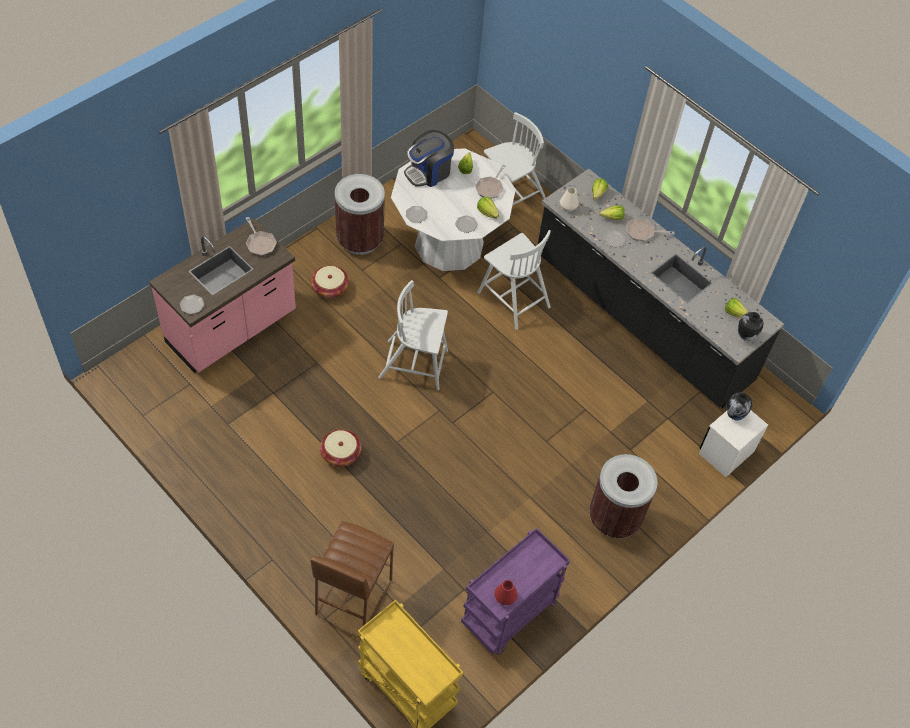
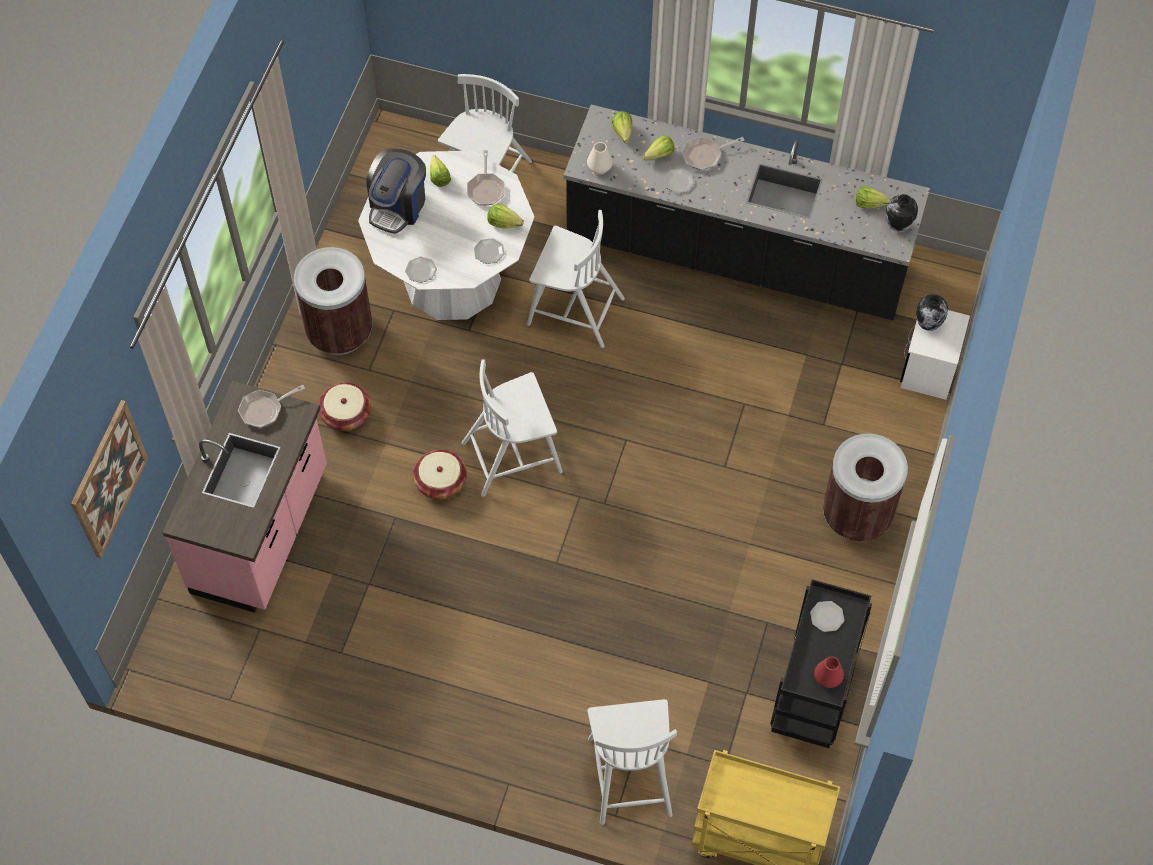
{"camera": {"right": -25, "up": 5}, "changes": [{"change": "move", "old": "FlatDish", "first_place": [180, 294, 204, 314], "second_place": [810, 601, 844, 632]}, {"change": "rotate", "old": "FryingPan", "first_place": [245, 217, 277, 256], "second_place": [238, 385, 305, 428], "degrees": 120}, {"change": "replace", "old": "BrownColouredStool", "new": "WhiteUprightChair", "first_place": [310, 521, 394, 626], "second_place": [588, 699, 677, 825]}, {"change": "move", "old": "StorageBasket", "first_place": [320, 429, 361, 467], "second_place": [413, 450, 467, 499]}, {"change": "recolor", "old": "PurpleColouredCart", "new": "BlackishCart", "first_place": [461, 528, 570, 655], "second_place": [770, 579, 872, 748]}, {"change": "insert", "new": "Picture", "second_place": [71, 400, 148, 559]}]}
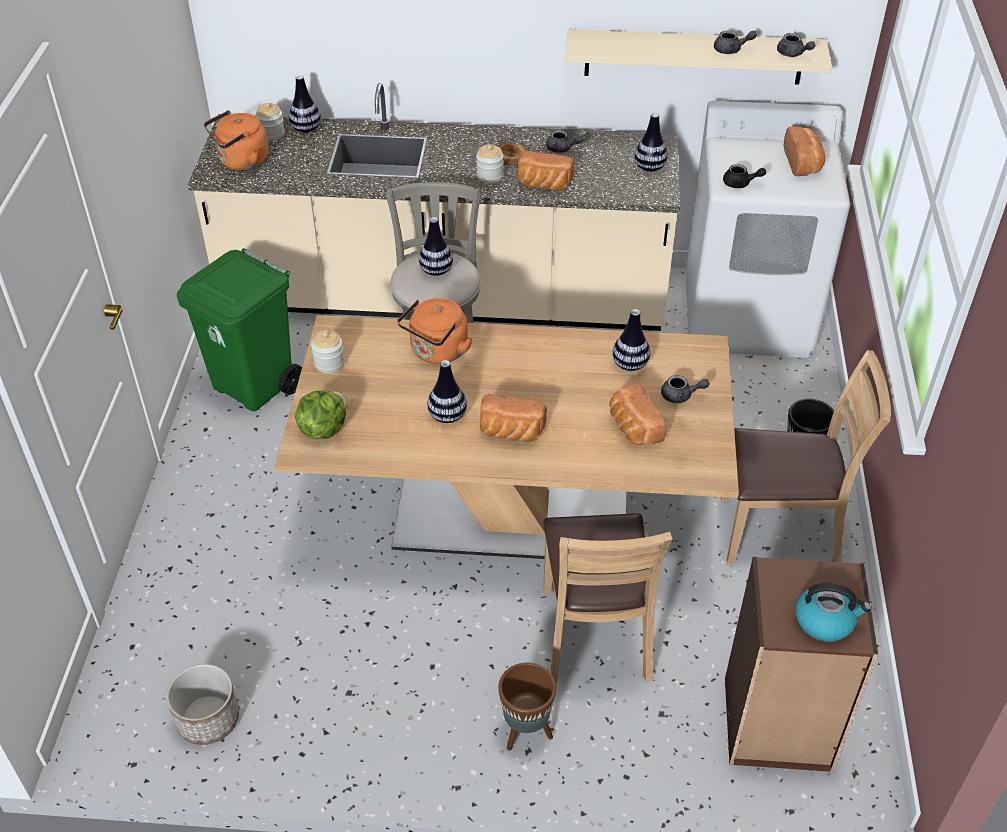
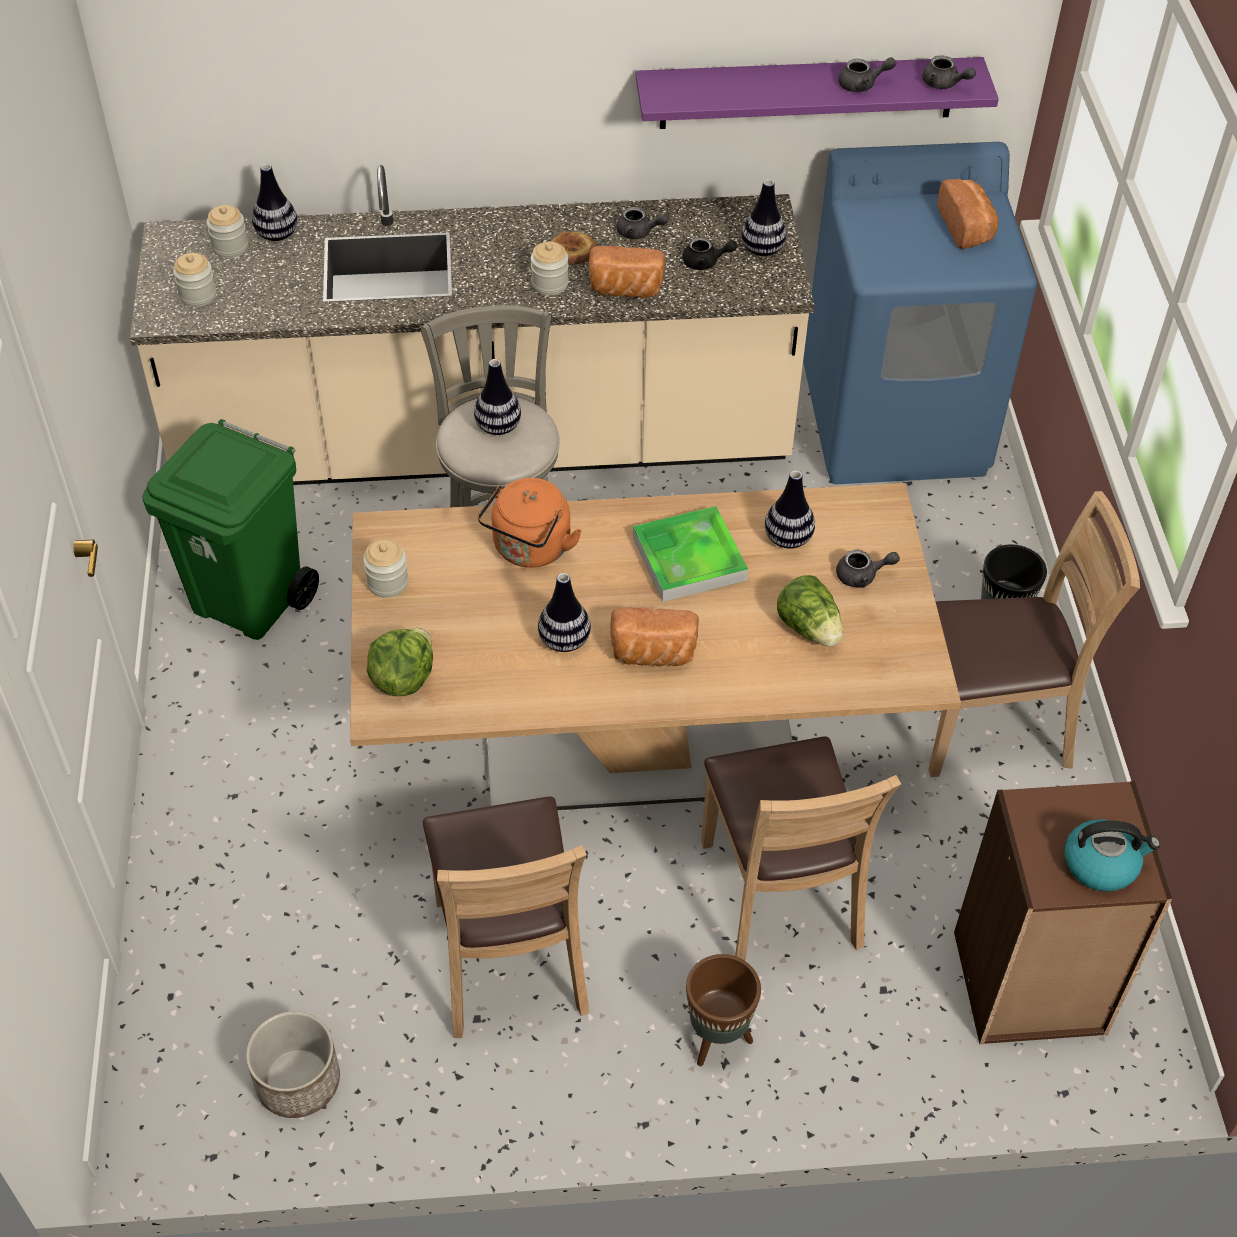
{"camera": {"right": -10, "up": 5}, "changes": [{"change": "replace", "old": "OrangeColouredTeaKettle", "new": "Jar", "first_place": [204, 110, 269, 171], "second_place": [173, 253, 216, 307]}, {"change": "recolor", "old": "BeigeShelf", "new": "PurpleColouredShelf", "first_place": [565, 29, 832, 84], "second_place": [636, 57, 999, 129]}, {"change": "replace", "old": "BakedBread", "new": "Lettuce", "first_place": [609, 382, 666, 445], "second_place": [777, 575, 843, 646]}, {"change": "recolor", "old": "WhiteLaundryAppliance", "new": "BluishLaundryAppliance", "first_place": [686, 101, 851, 358], "second_place": [803, 142, 1037, 484]}, {"change": "move", "old": "BlackishPotForTea", "first_place": [723, 164, 766, 188], "second_place": [682, 237, 737, 270]}, {"change": "insert", "new": "BrownColouredUprightChair", "second_place": [423, 797, 589, 1038]}, {"change": "insert", "new": "Tray", "second_place": [633, 506, 748, 602]}]}
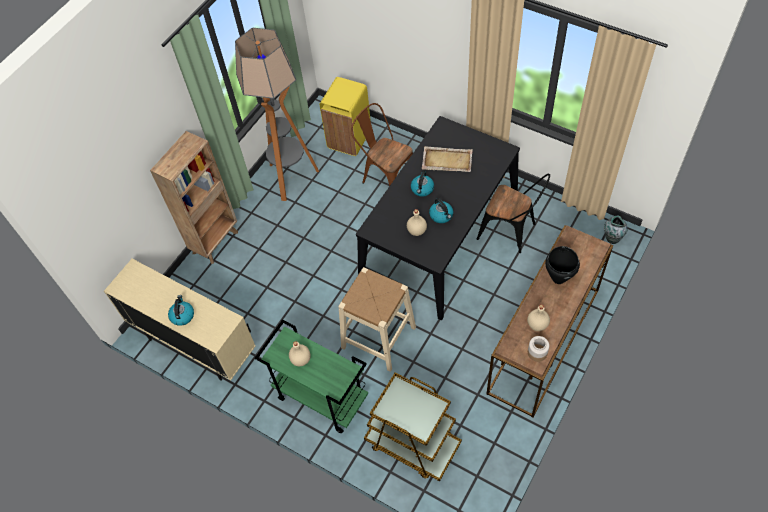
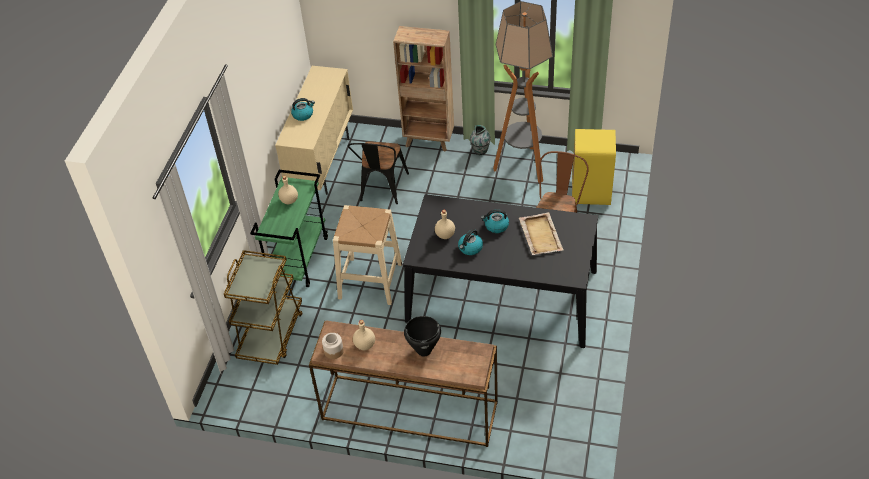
{"camera": {"right": 70, "up": -10}, "changes": [{"change": "move", "old": "BlackishUprightChair", "first_place": [477, 174, 550, 253], "second_place": [348, 141, 409, 204]}, {"change": "move", "old": "Vase", "first_place": [604, 216, 627, 244], "second_place": [470, 125, 491, 155]}]}
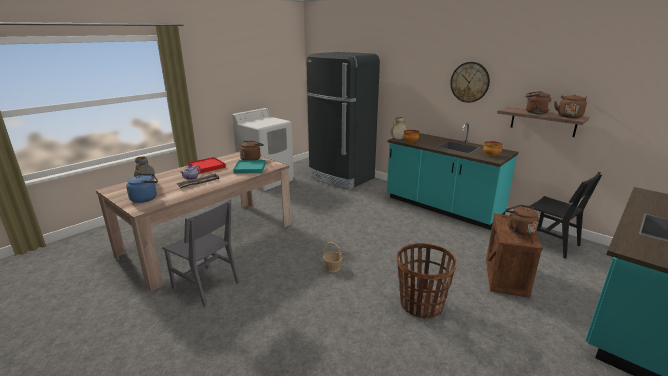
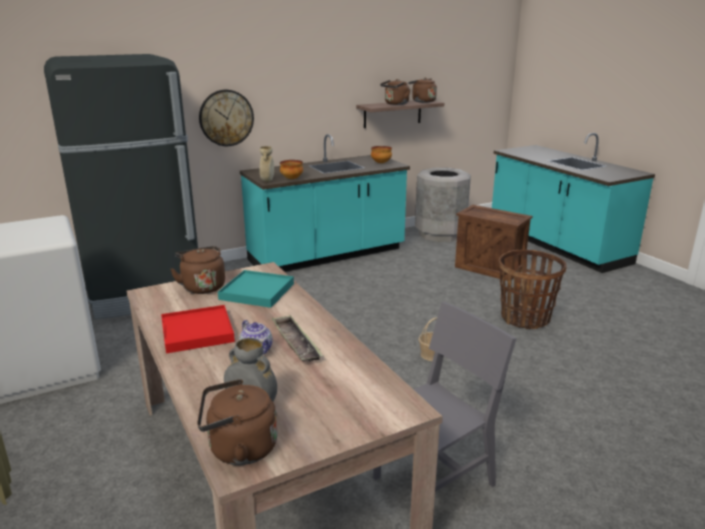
{"camera": {"right": -70, "up": 0}, "changes": [{"change": "delete", "old": "BluishTeaKettle", "first_place": [126, 174, 158, 203]}, {"change": "move", "old": "HangingClock", "first_place": [450, 62, 490, 103], "second_place": [199, 90, 254, 146]}, {"change": "move", "old": "BrownColouredTeaKettle", "first_place": [505, 205, 539, 236], "second_place": [197, 379, 278, 465]}, {"change": "replace", "old": "BlackishUprightChair", "new": "GreyishTrashCan", "first_place": [530, 172, 602, 259], "second_place": [415, 168, 471, 242]}]}
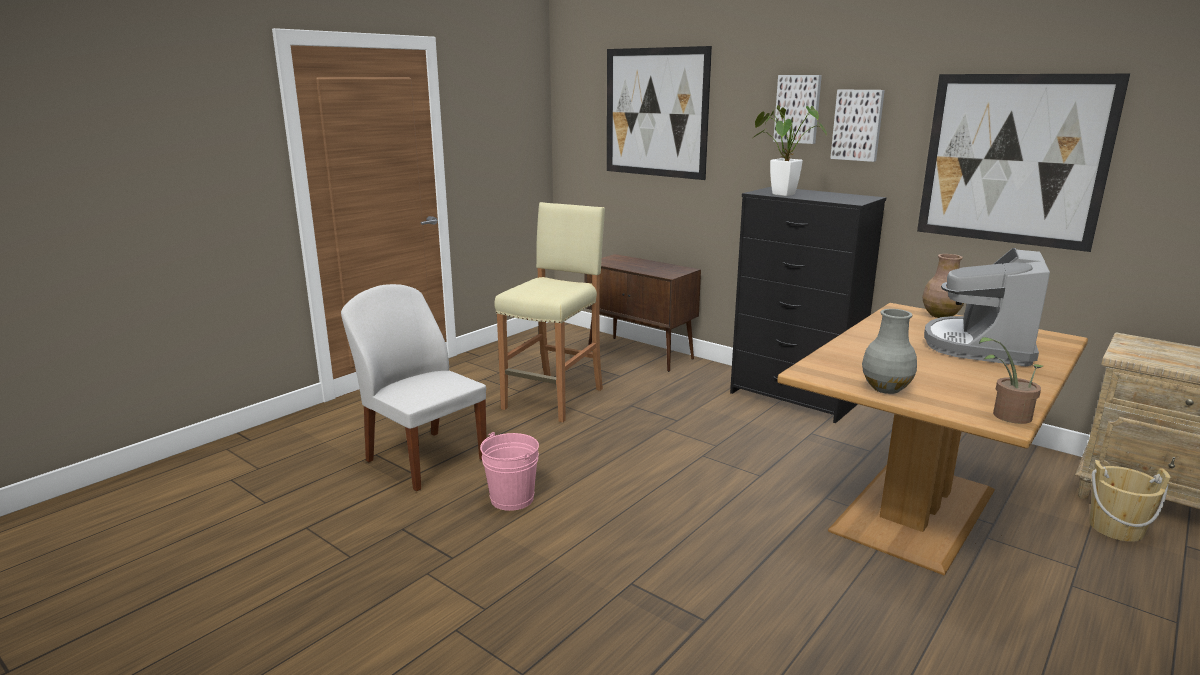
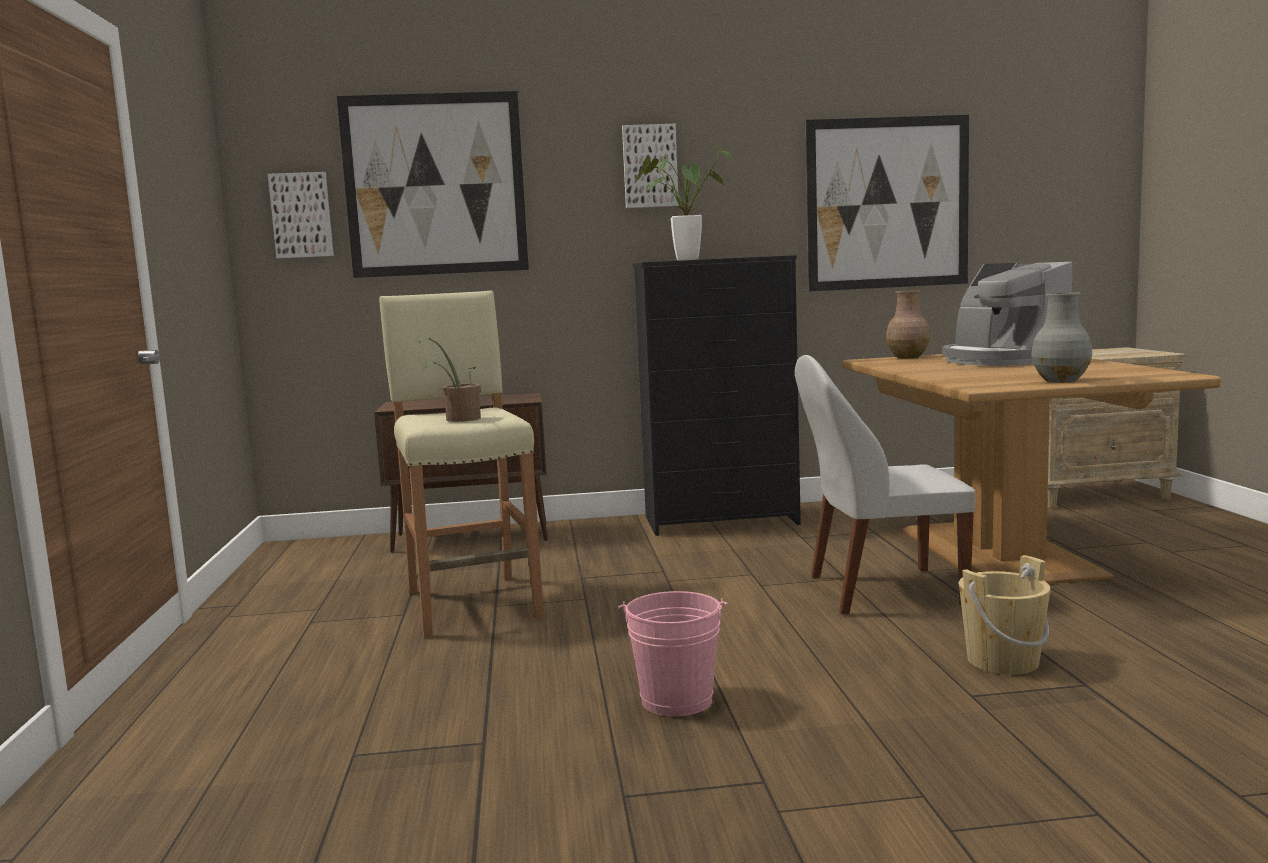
{"camera": {"right": -45, "up": -10}, "changes": [{"change": "move", "old": "WhiteUprightChair", "first_place": [341, 284, 487, 491], "second_place": [795, 355, 975, 615]}, {"change": "move", "old": "Picture", "first_place": [830, 90, 885, 162], "second_place": [268, 172, 334, 258]}, {"change": "move", "old": "Houseplant", "first_place": [979, 337, 1043, 424], "second_place": [419, 338, 481, 422]}, {"change": "move", "old": "BeigePail", "first_place": [1089, 460, 1171, 542], "second_place": [959, 555, 1051, 675]}]}
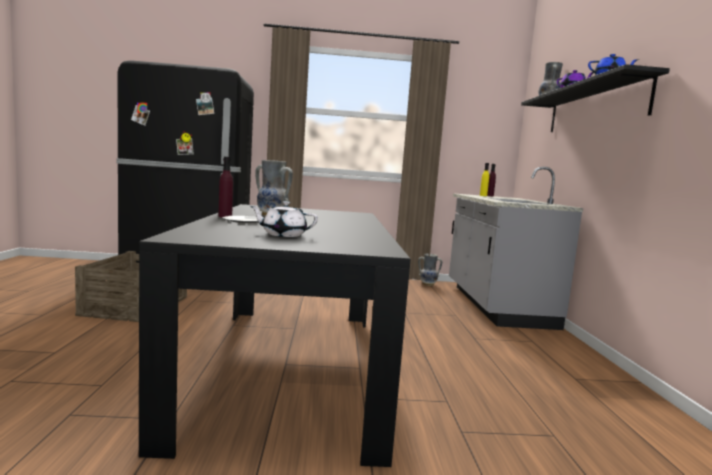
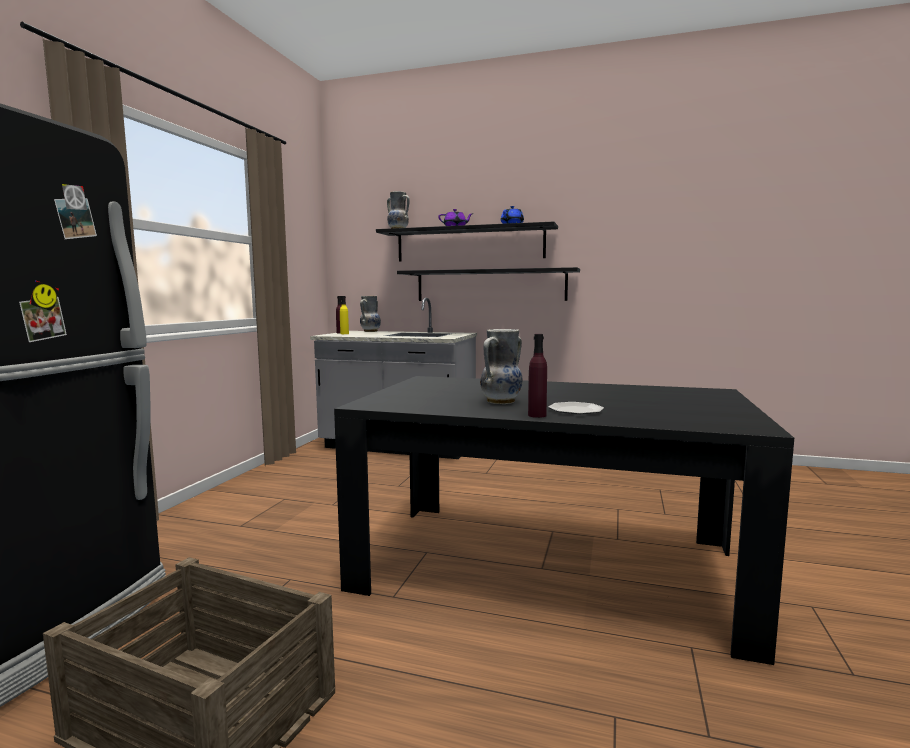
{"camera": {"right": -70, "up": 0}, "changes": [{"change": "delete", "old": "WhitePotForTea", "first_place": [250, 201, 318, 237]}, {"change": "move", "old": "Vase", "first_place": [418, 253, 442, 286], "second_place": [360, 296, 381, 332]}, {"change": "insert", "new": "BlackishShelf", "second_place": [397, 267, 580, 301]}]}
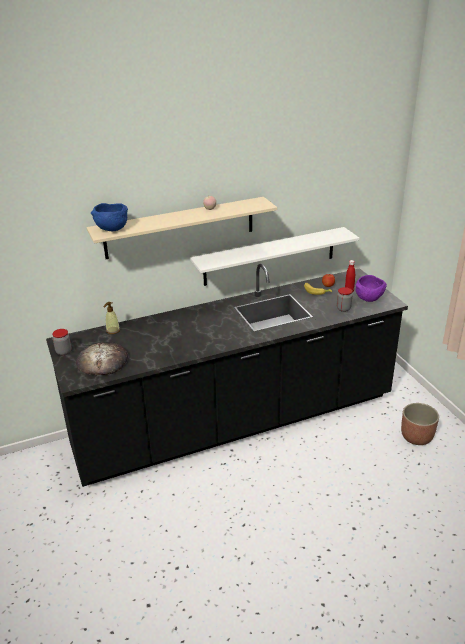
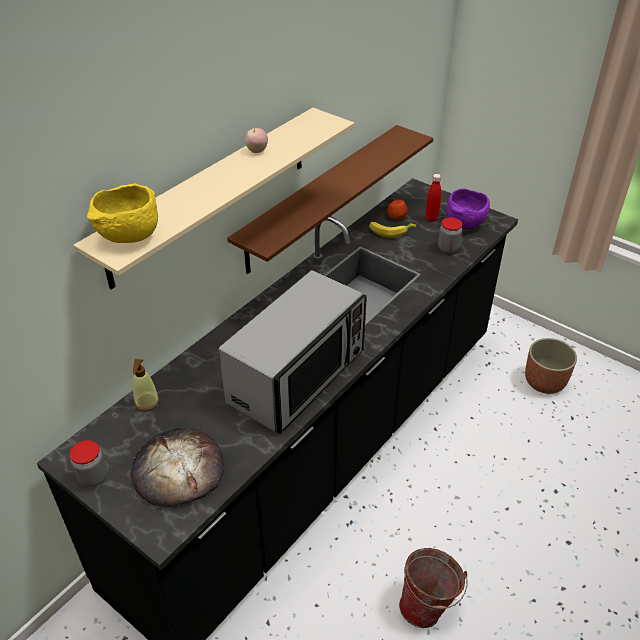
{"camera": {"right": -30, "up": 10}, "changes": [{"change": "recolor", "old": "BluishDeepDish", "new": "YellowColouredDeepDish", "first_place": [91, 203, 128, 231], "second_place": [87, 183, 158, 243]}, {"change": "recolor", "old": "WhiteShelf", "new": "BrownColouredShelf", "first_place": [190, 227, 360, 286], "second_place": [227, 125, 433, 274]}, {"change": "insert", "new": "Microwave", "second_place": [219, 270, 367, 434]}, {"change": "insert", "new": "Pail", "second_place": [399, 548, 467, 628]}]}
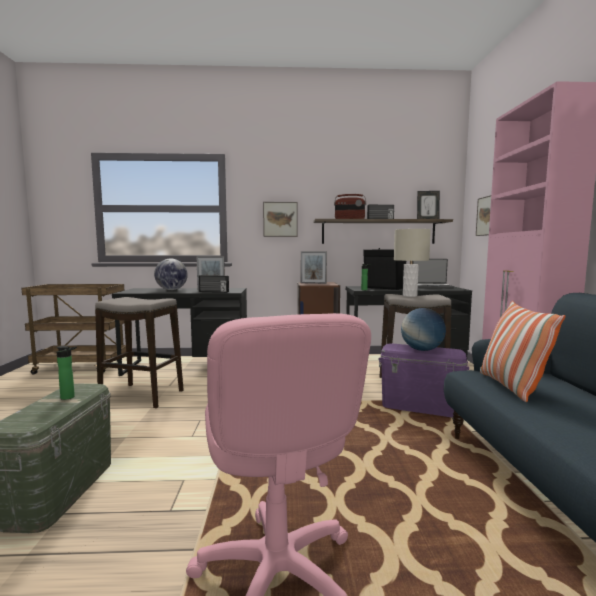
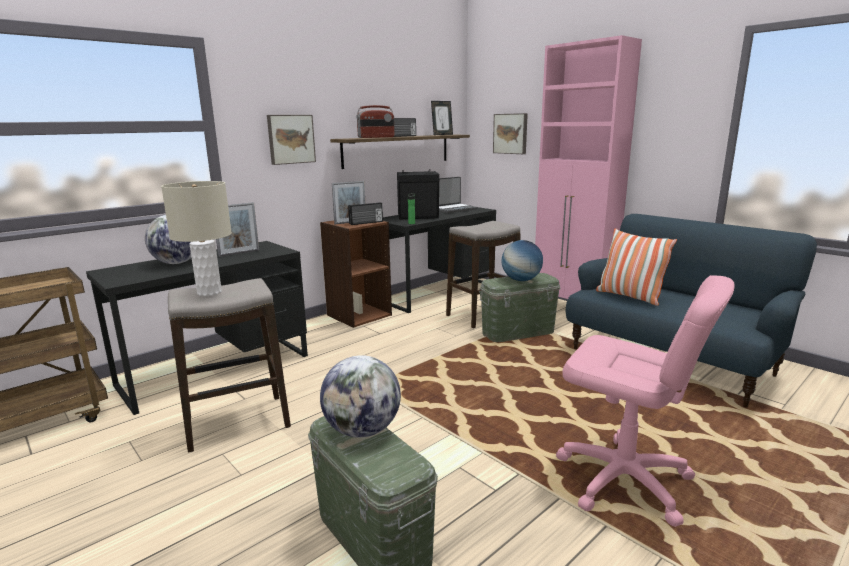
{"camera": {"right": -40, "up": 10}, "changes": [{"change": "replace", "old": "DrinkBottle", "new": "Globe", "first_place": [56, 346, 77, 400], "second_place": [320, 355, 401, 438]}, {"change": "move", "old": "Radio", "first_place": [199, 275, 229, 293], "second_place": [348, 202, 383, 225]}, {"change": "recolor", "old": "PurpleColouredStorageContainer", "new": "GreenColouredStorageContainer", "first_place": [378, 343, 469, 417], "second_place": [479, 273, 560, 342]}, {"change": "move", "old": "BeigeTableLamp", "first_place": [394, 229, 431, 297], "second_place": [161, 181, 232, 296]}]}
